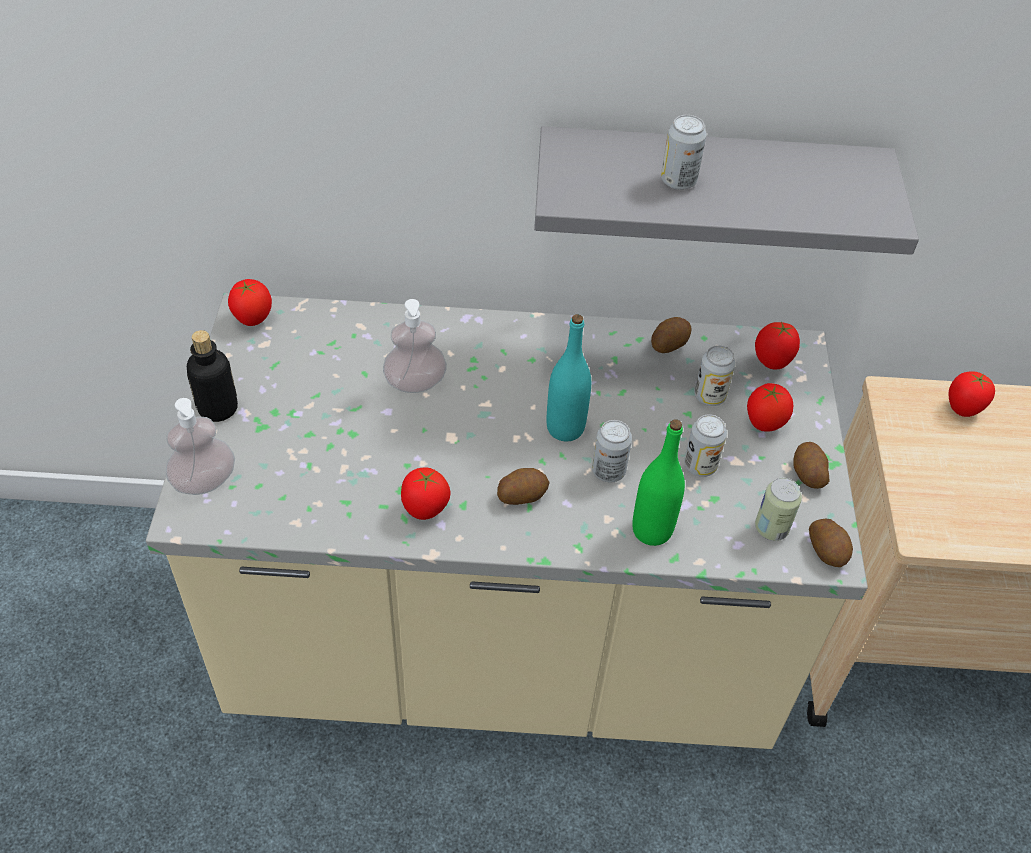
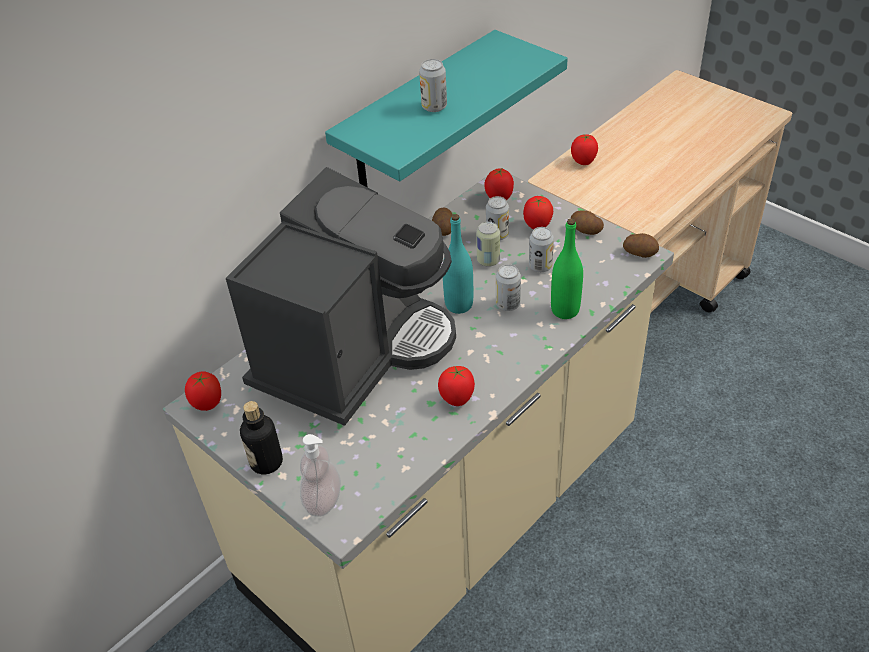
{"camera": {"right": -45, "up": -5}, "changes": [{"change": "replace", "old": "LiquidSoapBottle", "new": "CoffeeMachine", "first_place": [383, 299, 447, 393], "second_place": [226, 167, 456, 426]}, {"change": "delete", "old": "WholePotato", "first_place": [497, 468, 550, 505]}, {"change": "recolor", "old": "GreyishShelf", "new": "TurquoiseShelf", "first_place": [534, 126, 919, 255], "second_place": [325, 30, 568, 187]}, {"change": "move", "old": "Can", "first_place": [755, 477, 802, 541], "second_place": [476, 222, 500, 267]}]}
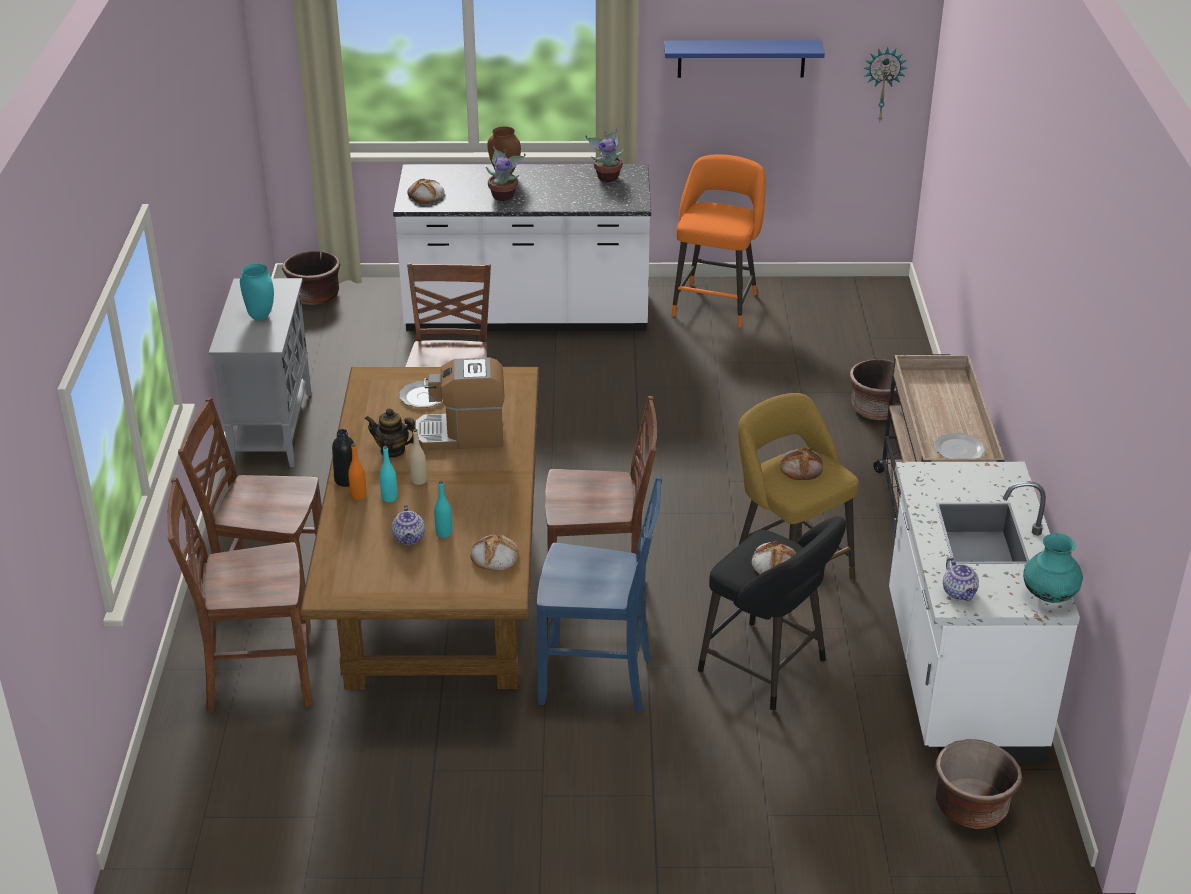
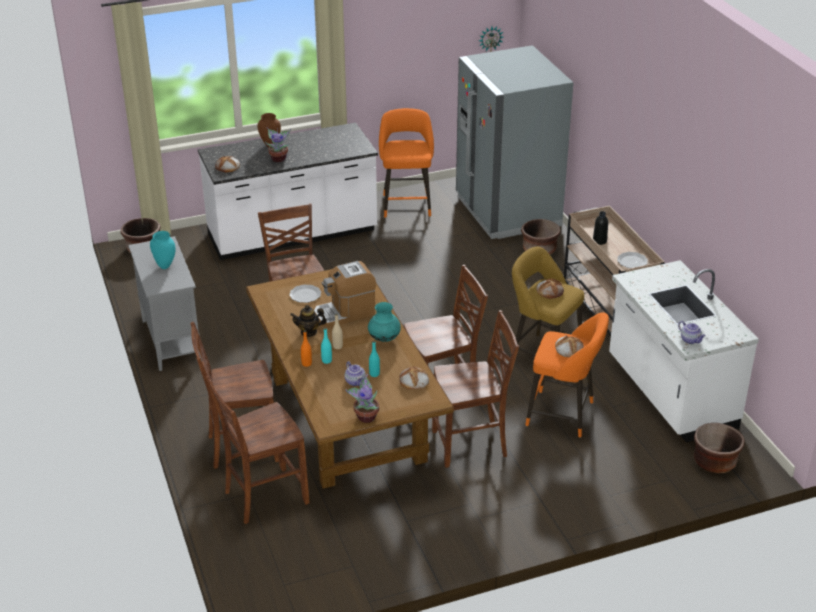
{"camera": {"right": -20, "up": 0}, "changes": [{"change": "move", "old": "BlackishDrinkBottle", "first_place": [332, 429, 354, 487], "second_place": [593, 211, 608, 245]}, {"change": "recolor", "old": "BluishUprightChair", "new": "BrownColouredUprightChair", "first_place": [537, 476, 662, 712], "second_place": [432, 310, 519, 468]}, {"change": "move", "old": "Houseplant", "first_place": [585, 128, 624, 182], "second_place": [346, 374, 379, 423]}, {"change": "delete", "old": "BluishShelf", "first_place": [664, 40, 825, 78]}, {"change": "recolor", "old": "BlackishStool", "new": "OrangeColouredStool", "first_place": [698, 516, 846, 711], "second_place": [525, 312, 609, 438]}, {"change": "move", "old": "TurquoiseVase", "first_place": [1023, 533, 1083, 603], "second_place": [368, 302, 400, 342]}, {"change": "insert", "new": "GreyishFridge", "second_place": [456, 45, 573, 239]}]}
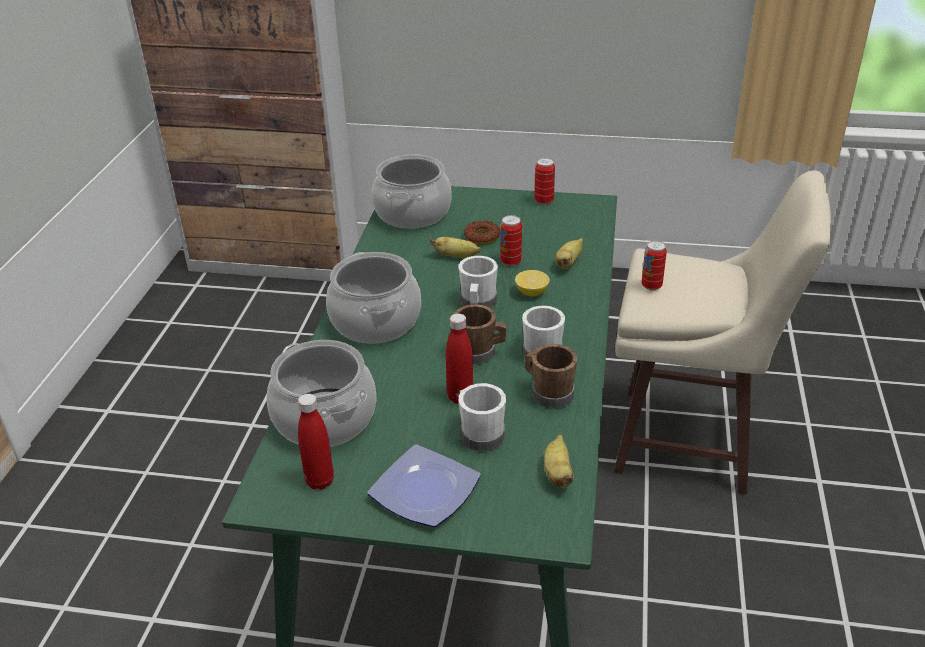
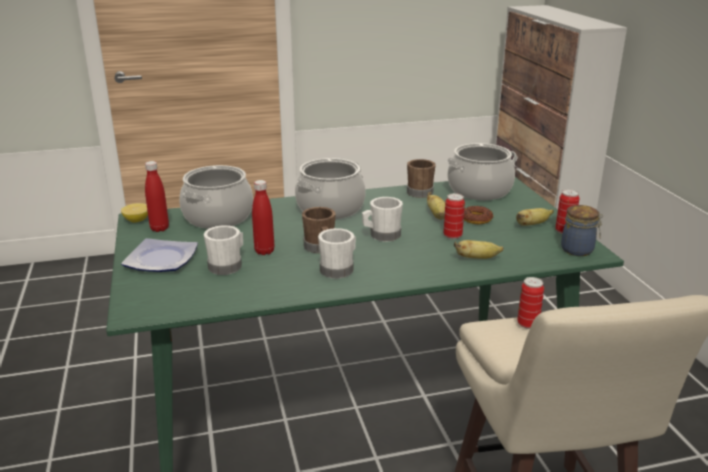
{"camera": {"right": 65, "up": -10}, "changes": [{"change": "move", "old": "CitrusFruit", "first_place": [515, 270, 550, 296], "second_place": [121, 203, 148, 223]}, {"change": "move", "old": "BrownColouredMug", "first_place": [525, 344, 577, 409], "second_place": [407, 159, 436, 198]}, {"change": "move", "old": "WholeBanana", "first_place": [544, 435, 574, 488], "second_place": [516, 208, 554, 226]}, {"change": "insert", "new": "Jar", "second_place": [561, 205, 603, 256]}]}
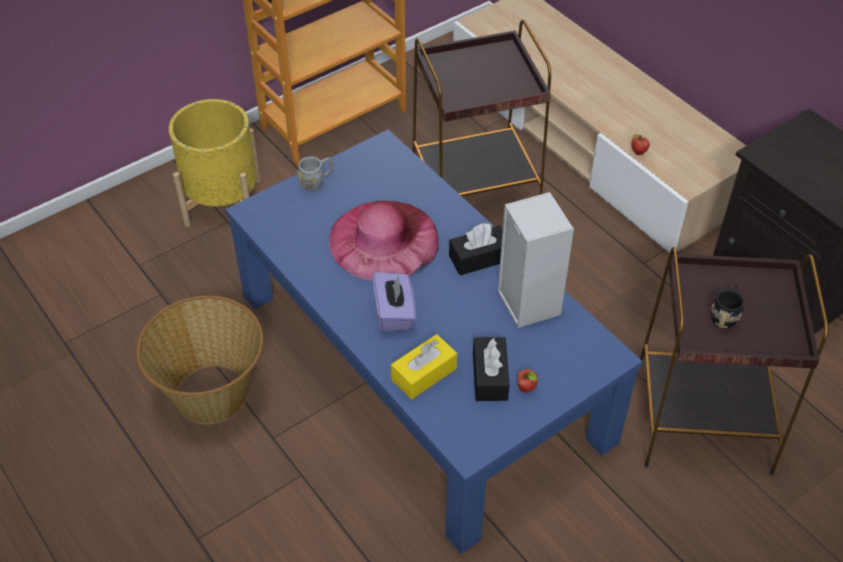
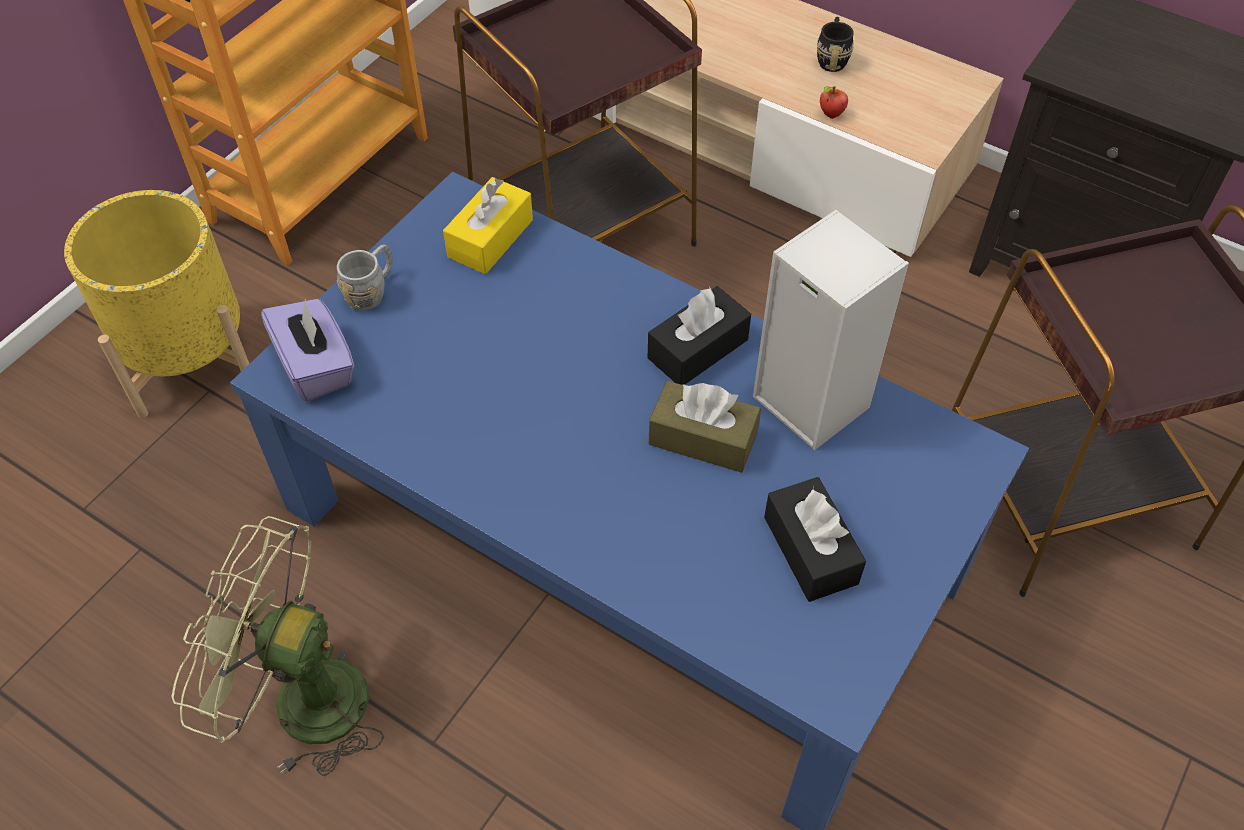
{"camera": {"right": -20, "up": 5}, "changes": [{"change": "replace", "old": "StorageBasket", "new": "GreenColouredElectricFan", "first_place": [136, 296, 263, 424], "second_place": [171, 516, 384, 776]}, {"change": "delete", "old": "PinkishWearableHat", "first_place": [329, 200, 439, 281]}, {"change": "move", "old": "PurpleColouredBoxOfTissues", "first_place": [372, 272, 416, 332], "second_place": [261, 299, 354, 401]}, {"change": "move", "old": "YellowColouredBoxOfTissues", "first_place": [391, 334, 457, 399], "second_place": [443, 177, 533, 274]}, {"change": "delete", "old": "AppleFruit", "first_place": [517, 369, 538, 392]}, {"change": "move", "old": "BlackishMug", "first_place": [711, 285, 744, 329], "second_place": [817, 17, 854, 72]}, {"change": "insert", "new": "BrownColouredBoxOfTissues", "second_place": [649, 381, 761, 473]}]}
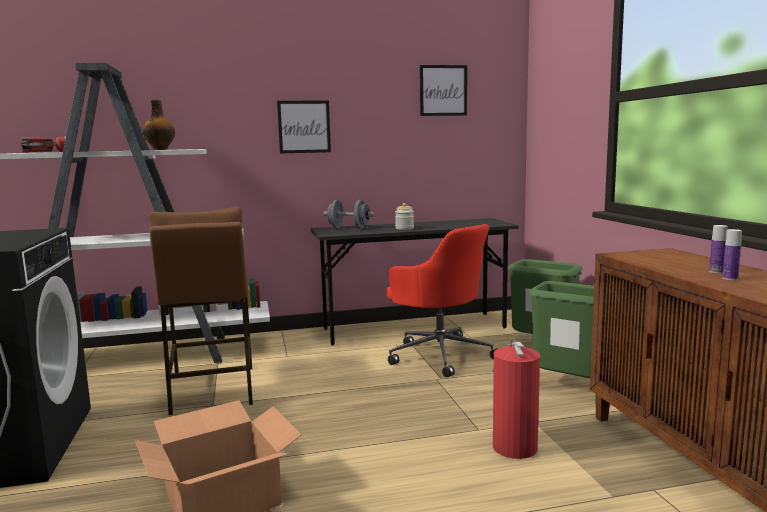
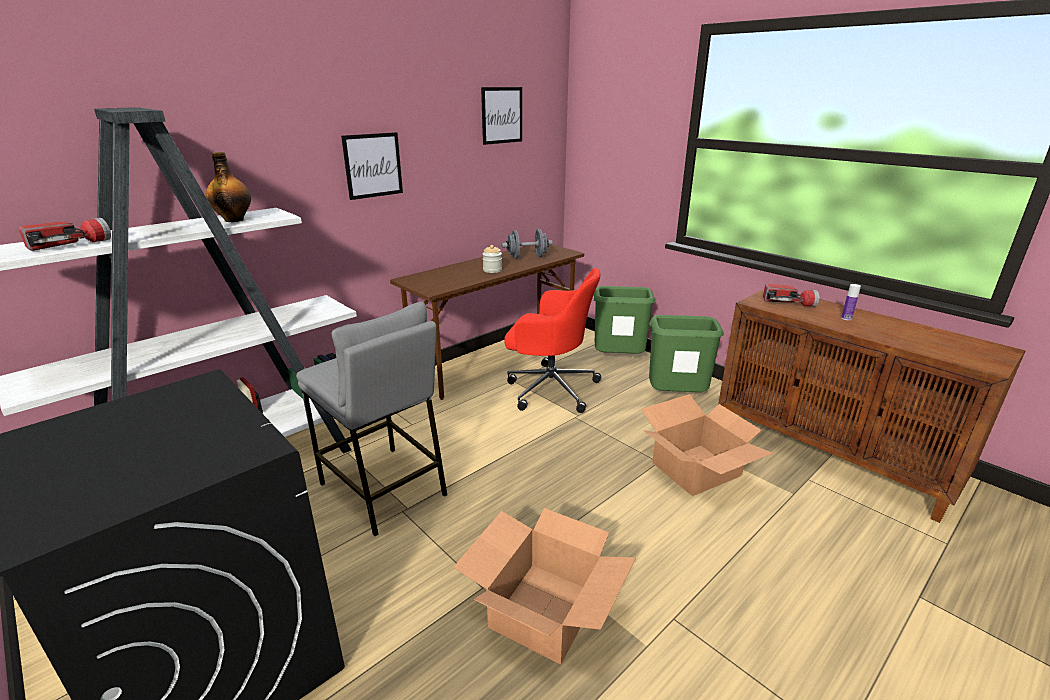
{"camera": {"right": -30, "up": 15}, "changes": [{"change": "recolor", "old": "BrownColouredStool", "new": "GreyishStool", "first_place": [149, 207, 253, 415], "second_place": [296, 302, 447, 536]}, {"change": "recolor", "old": "GreyishDesk", "new": "BrownColouredDesk", "first_place": [311, 218, 519, 346], "second_place": [390, 245, 584, 400]}, {"change": "move", "old": "GreyishDumbbell", "first_place": [323, 200, 374, 229], "second_place": [502, 229, 553, 259]}, {"change": "replace", "old": "FireExtinguisher", "new": "CardboardBox", "first_place": [492, 340, 540, 459], "second_place": [641, 394, 773, 496]}, {"change": "delete", "old": "DrinkBottle", "first_place": [722, 229, 742, 280]}, {"change": "insert", "new": "HandTorch", "second_place": [763, 284, 819, 307]}]}
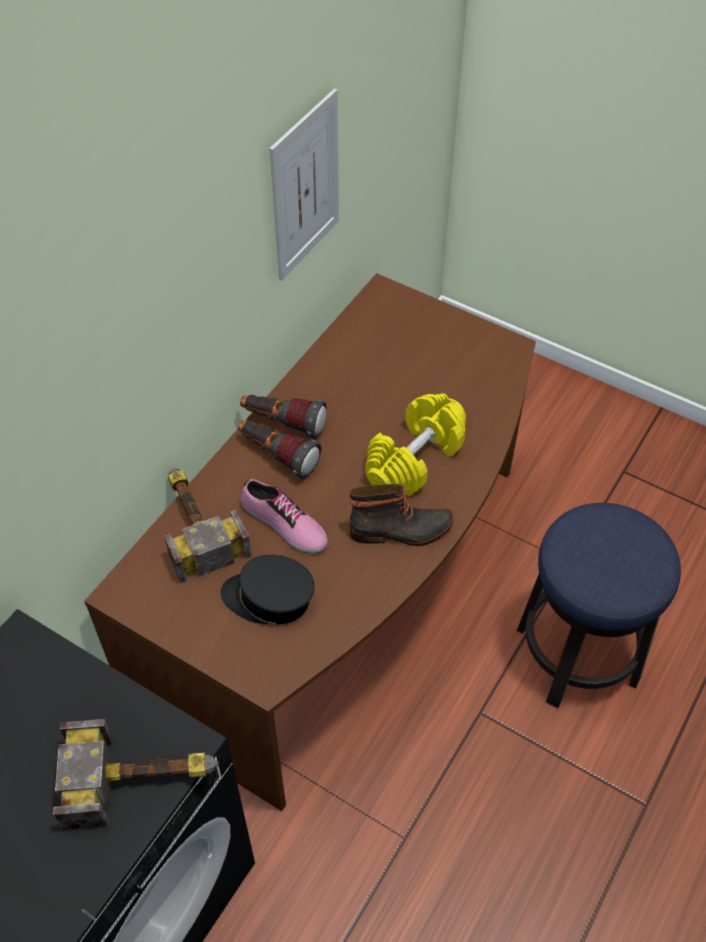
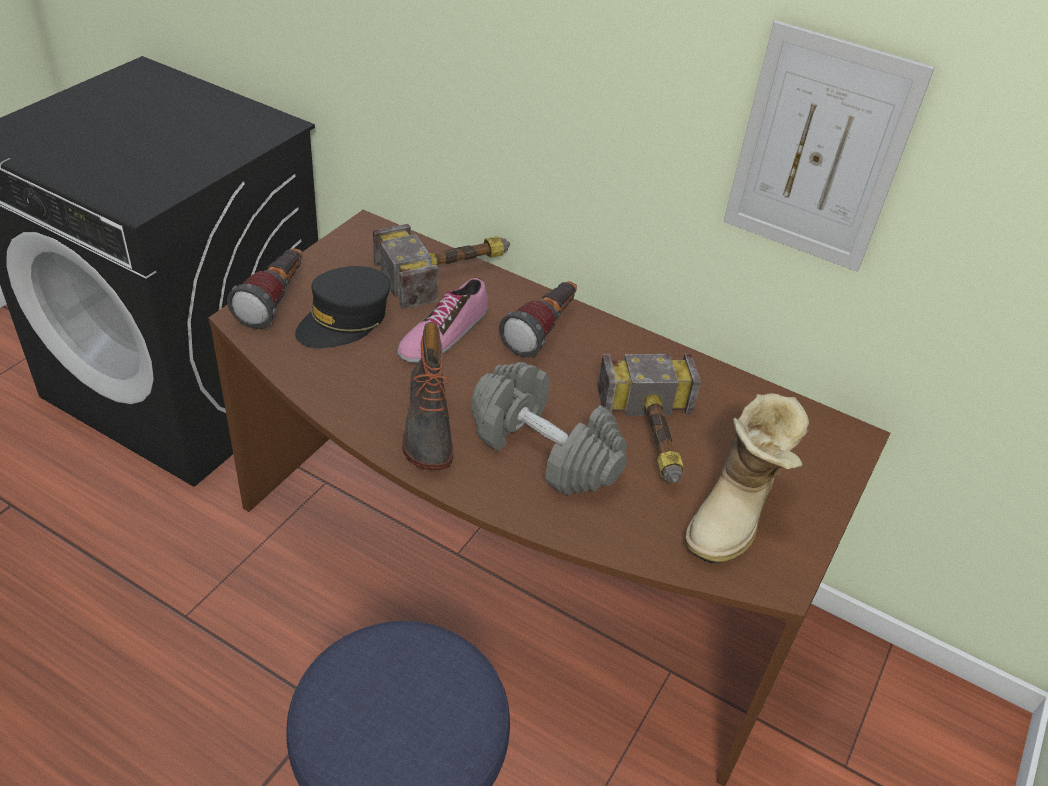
{"camera": {"right": 85, "up": -10}, "changes": [{"change": "move", "old": "Hammer", "first_place": [53, 719, 219, 831], "second_place": [597, 354, 701, 483]}, {"change": "rotate", "old": "BlackishPeakedCap", "first_place": [221, 555, 314, 625], "second_place": [295, 266, 390, 348], "degrees": -150}, {"change": "move", "old": "HandTorch", "first_place": [240, 395, 327, 439], "second_place": [227, 248, 303, 329]}, {"change": "recolor", "old": "YellowColouredDumbbell", "new": "GreyishDumbbell", "first_place": [365, 393, 466, 496], "second_place": [471, 362, 627, 496]}, {"change": "insert", "new": "TallBoot", "second_place": [685, 393, 809, 564]}]}
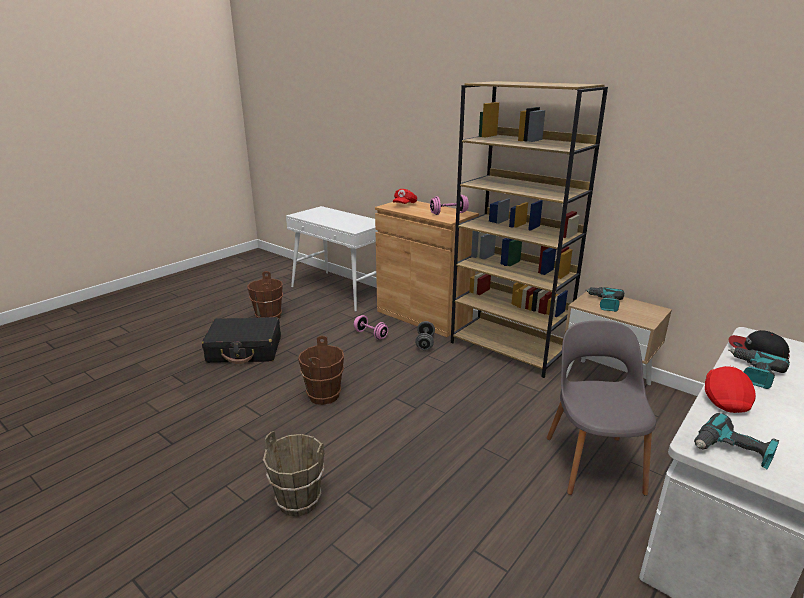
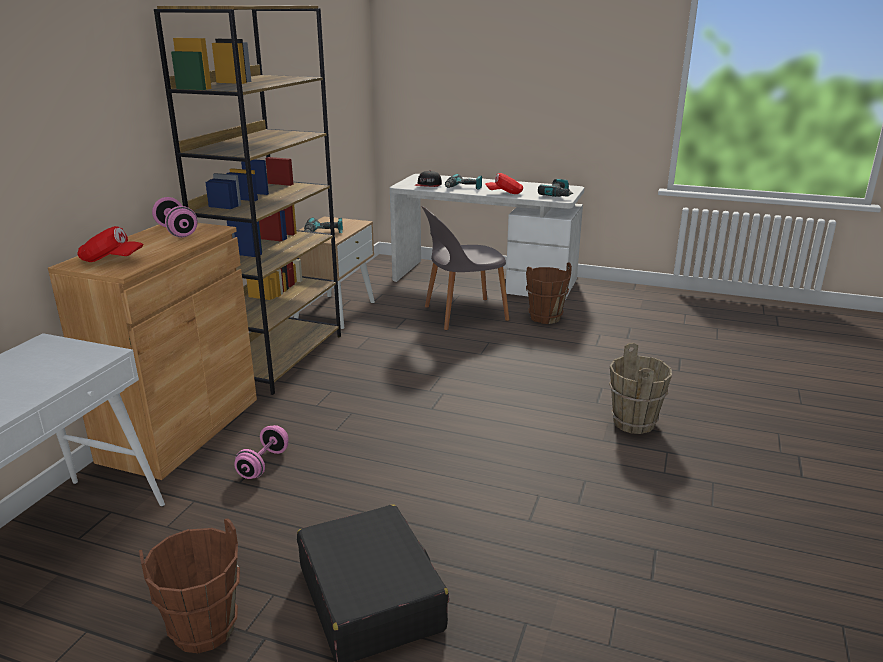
{"camera": {"right": -110, "up": 0}, "changes": [{"change": "move", "old": "BrownColouredPail", "first_place": [298, 336, 344, 405], "second_place": [526, 262, 572, 324]}, {"change": "delete", "old": "GreyishDumbbell", "first_place": [415, 321, 435, 350]}]}
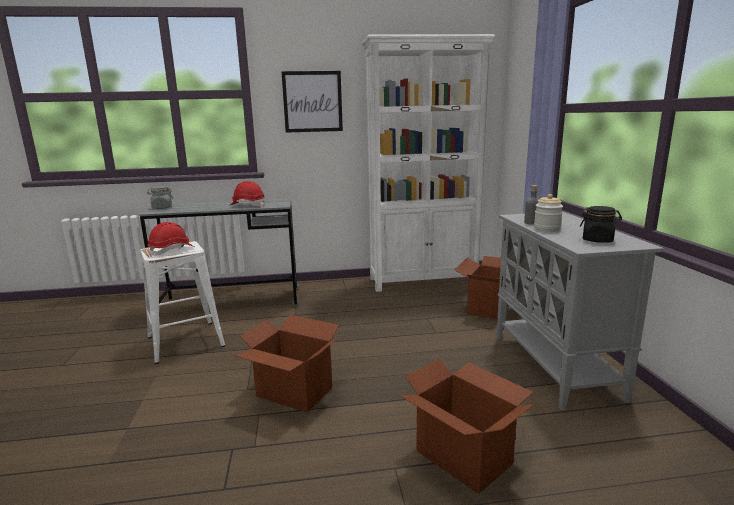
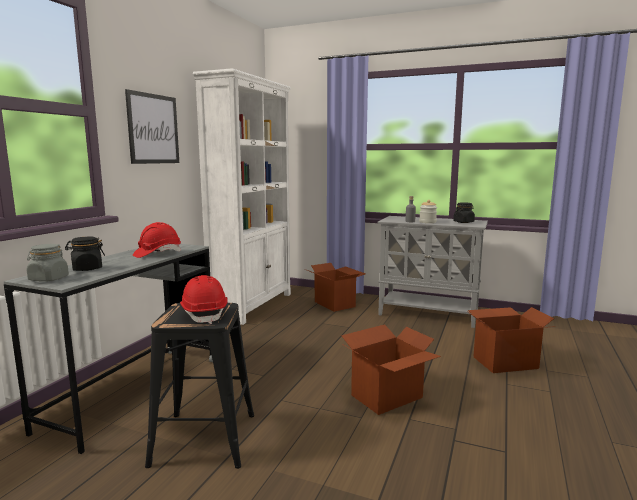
{"camera": {"right": -60, "up": -5}, "changes": [{"change": "recolor", "old": "WhiteStool", "new": "BlackishStool", "first_place": [140, 241, 225, 364], "second_place": [145, 303, 254, 469]}, {"change": "insert", "new": "BlackishJar", "second_place": [65, 237, 105, 271]}]}
